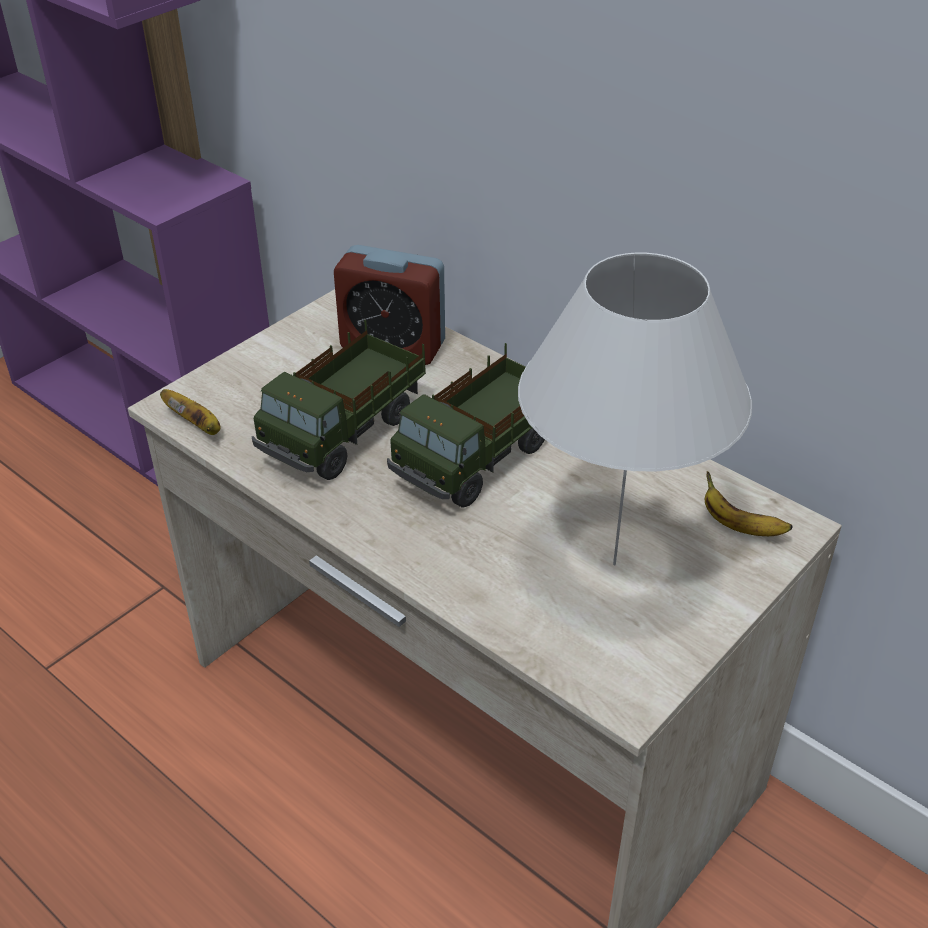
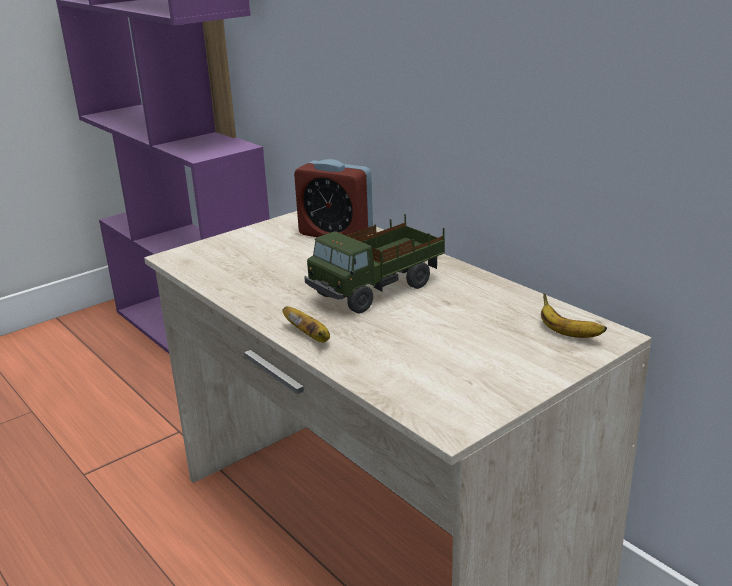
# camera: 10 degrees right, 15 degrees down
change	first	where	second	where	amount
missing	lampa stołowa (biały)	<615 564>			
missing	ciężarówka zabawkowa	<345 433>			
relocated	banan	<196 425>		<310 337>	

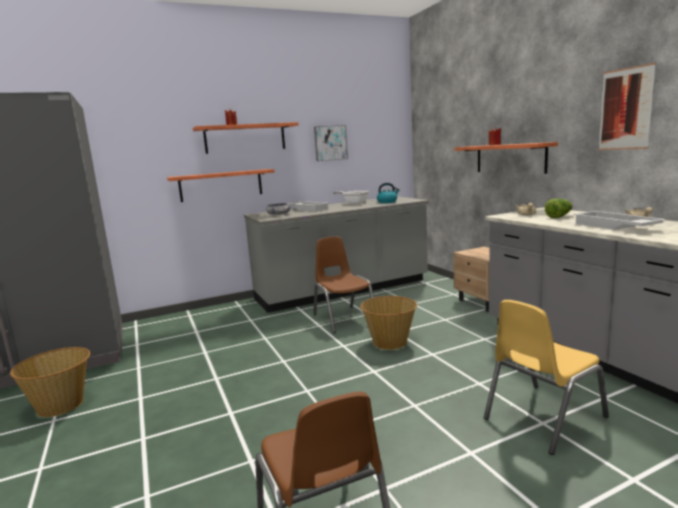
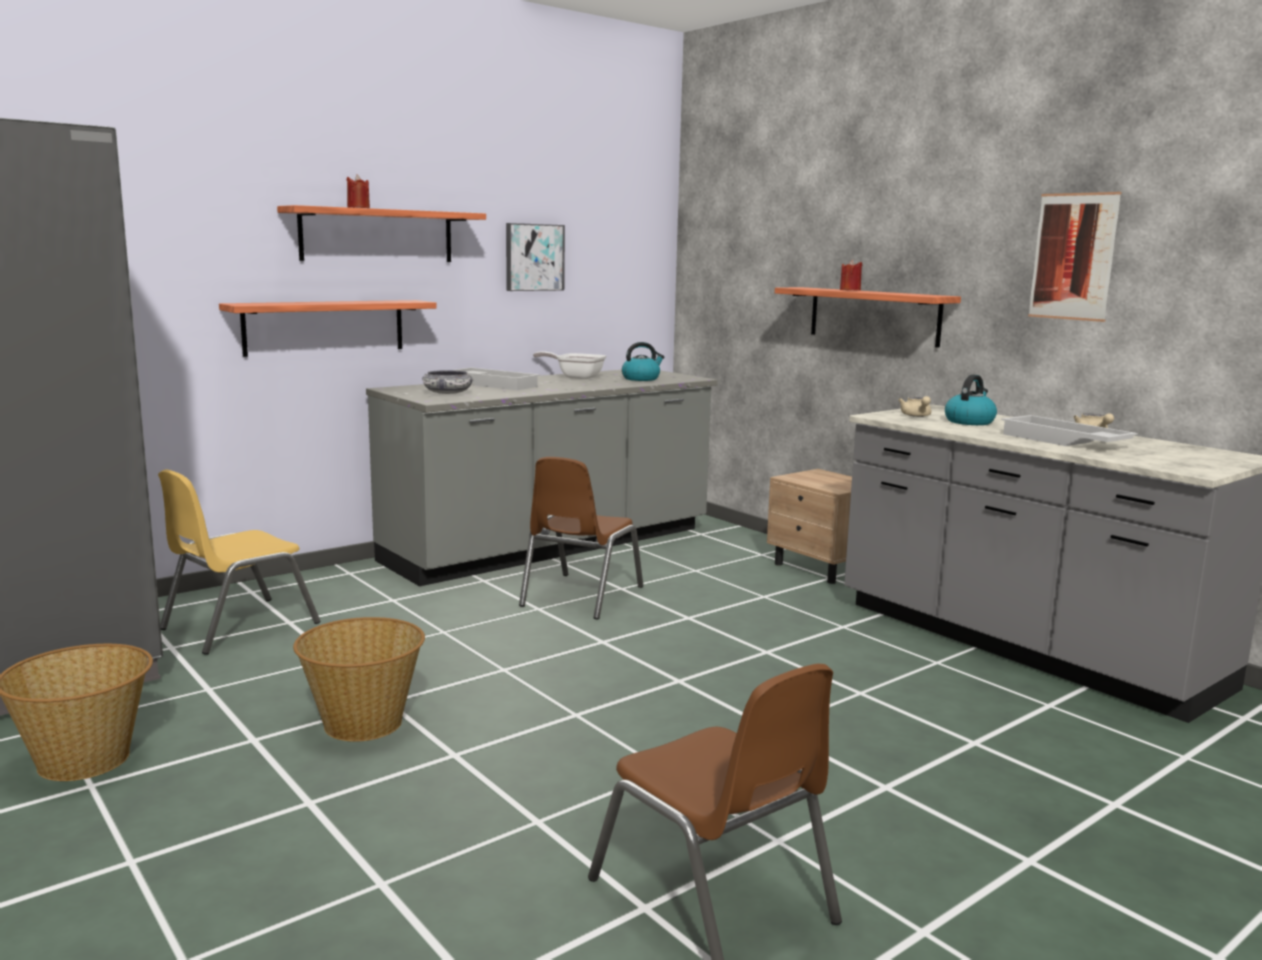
# camera: 15 degrees left, 0 degrees up
change	first	where	second	where	amount
exchanged	sałata	<558 216>	czajnik	<969 421>	
spun	krzesło (brązowy)	<344 319>		<580 596>	120 degrees counterclockwise
relocated	koszyk	<390 342>		<363 722>	
relocated	krzesło (żółty)	<543 417>		<239 626>	

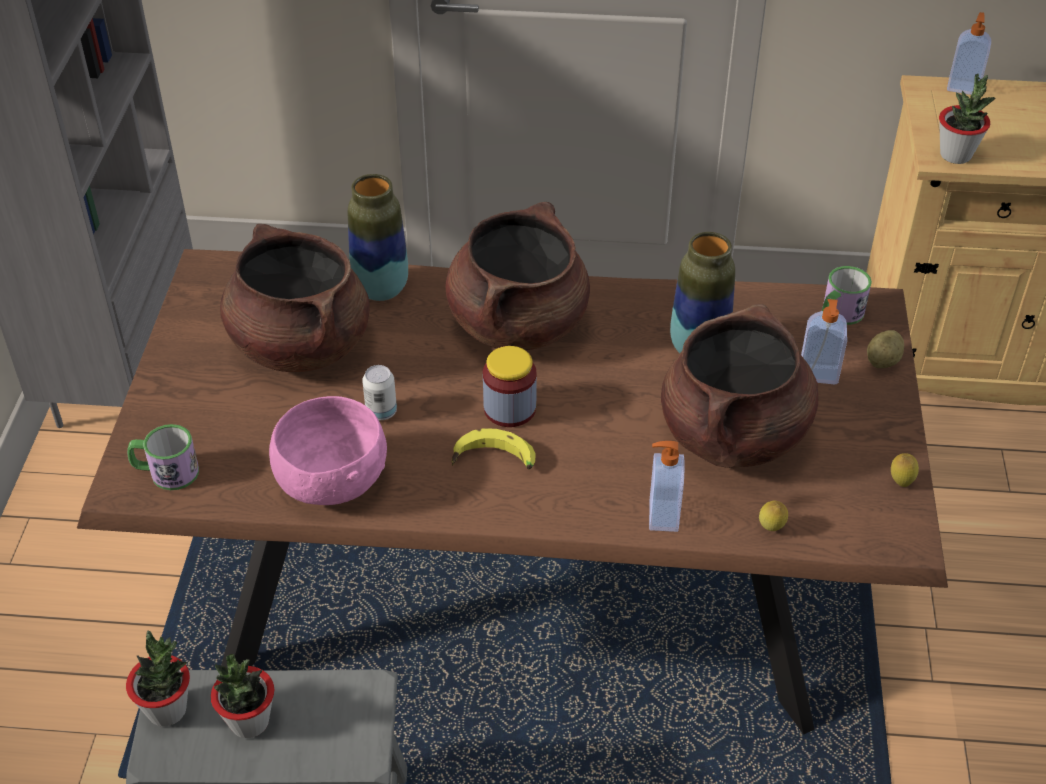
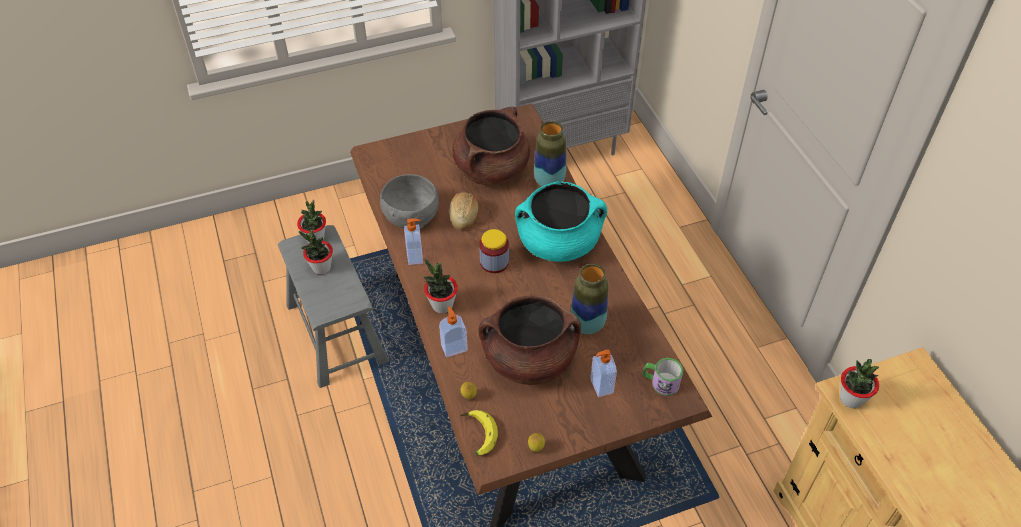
# camera: 65 degrees right, 5 degrees up
change	first	where	second	where	amount
relocated	dozownik mydła	<963 87>		<416 256>	
colour	garnek (brązowy)	<518 323>	garnek (turkusowy)	<558 243>	
missing	ziemniak	<882 361>			
exchanged	puszka	<381 412>	chleb	<464 216>	
colour	miska (różowy)	<331 481>	miska (szary)	<410 216>	
missing	kubek	<166 472>			
relocated	banan	<493 462>		<477 435>	
appeared			roślina doniczkowa	<442 305>	

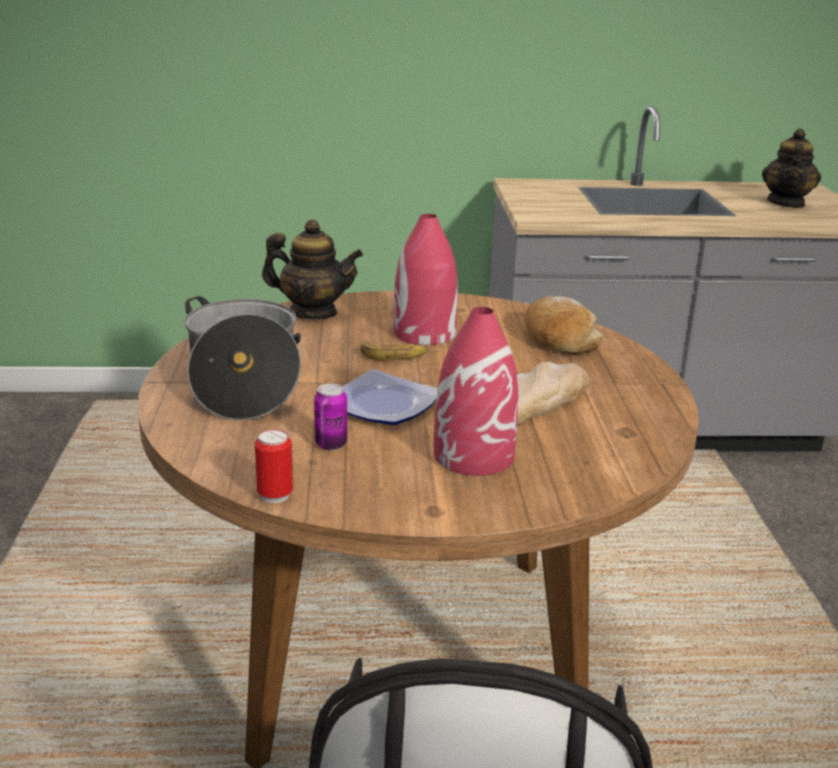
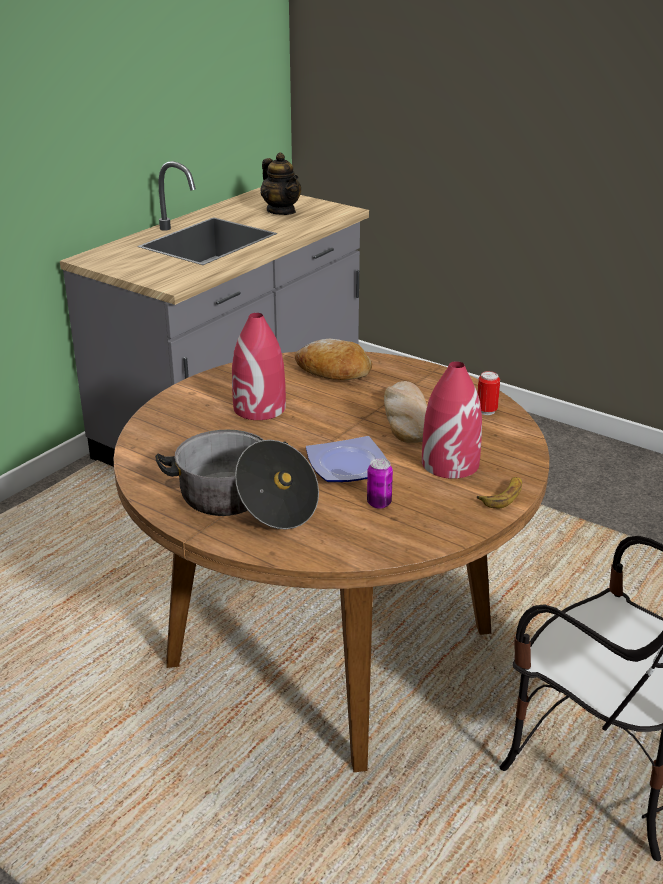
# camera: 50 degrees left, 5 degrees up
change	first	where	second	where	amount
missing	imbryk	<313 313>			
relocated	banan	<394 355>		<503 496>	
relocated	puszka	<275 495>		<486 411>	

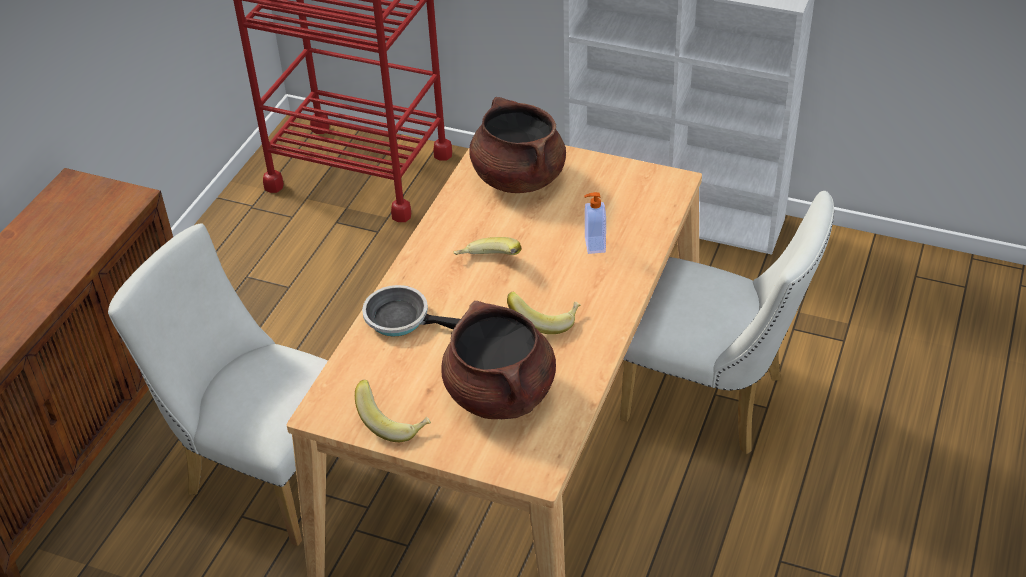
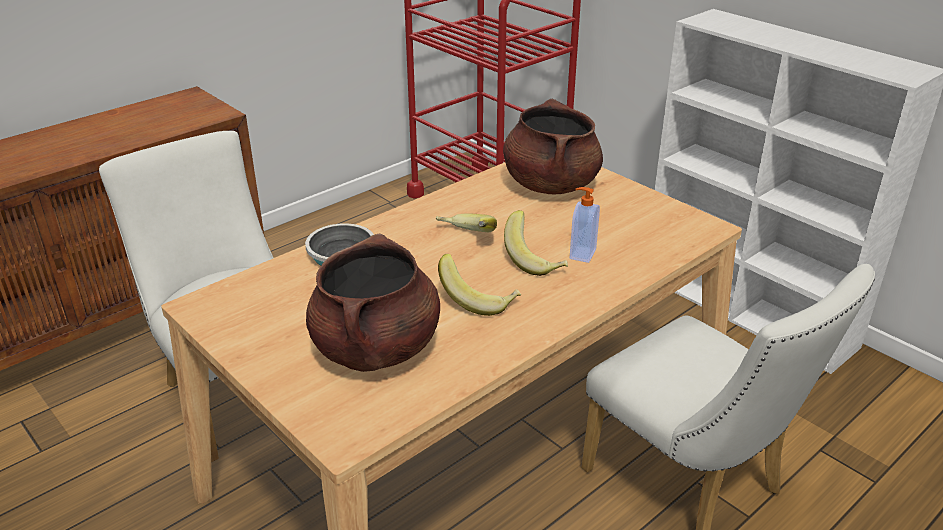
# camera: 25 degrees right, 10 degrees down
change	first	where	second	where	amount
relocated	banan	<394 422>		<535 260>	

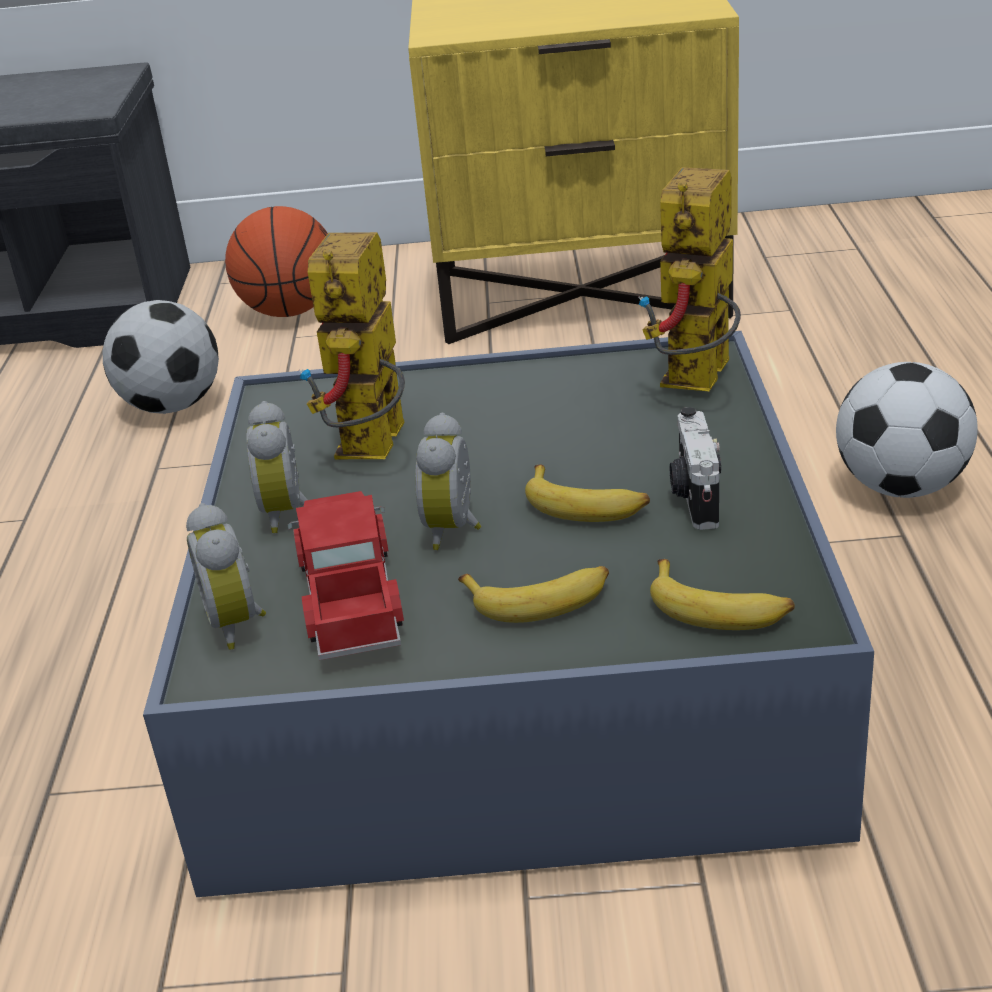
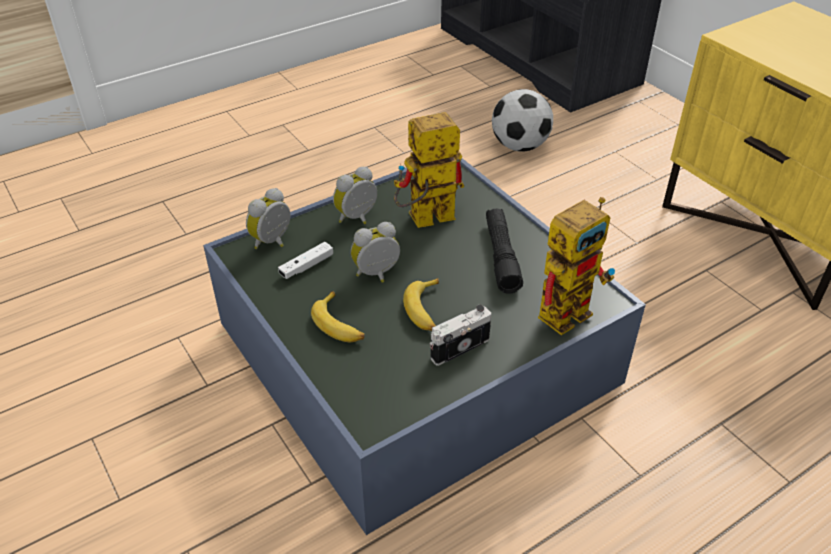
# camera: 55 degrees right, 10 degrees up
change	first	where	second	where	amount
spun	robot zabawkowy	<698 383>		<569 307>	150 degrees clockwise
missing	piłka do koszykówki	<289 311>			
missing	piłka futbolowa	<901 487>			
exchanged	ciężarówka zabawkowa	<350 599>	pad do gier (biały)	<306 266>	
missing	banan	<719 608>			
appeared			latarka (czarny)	<501 256>	

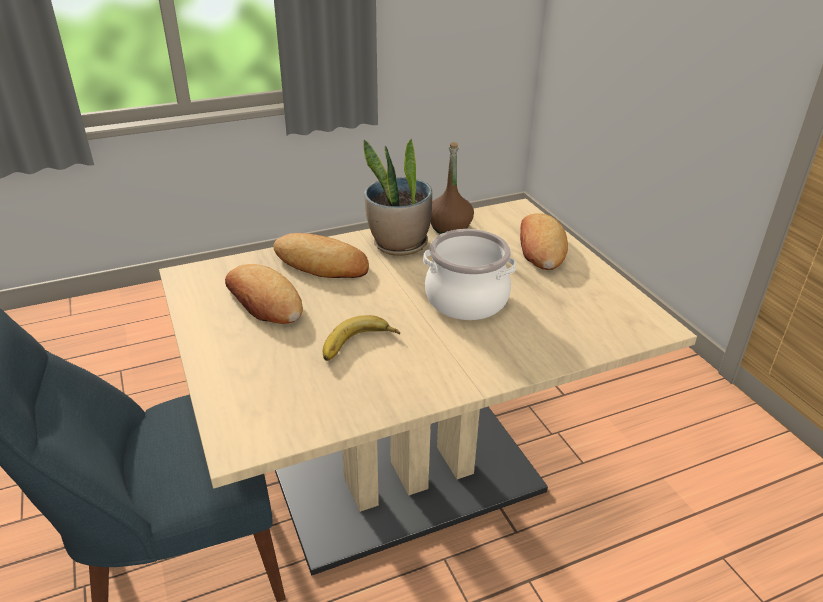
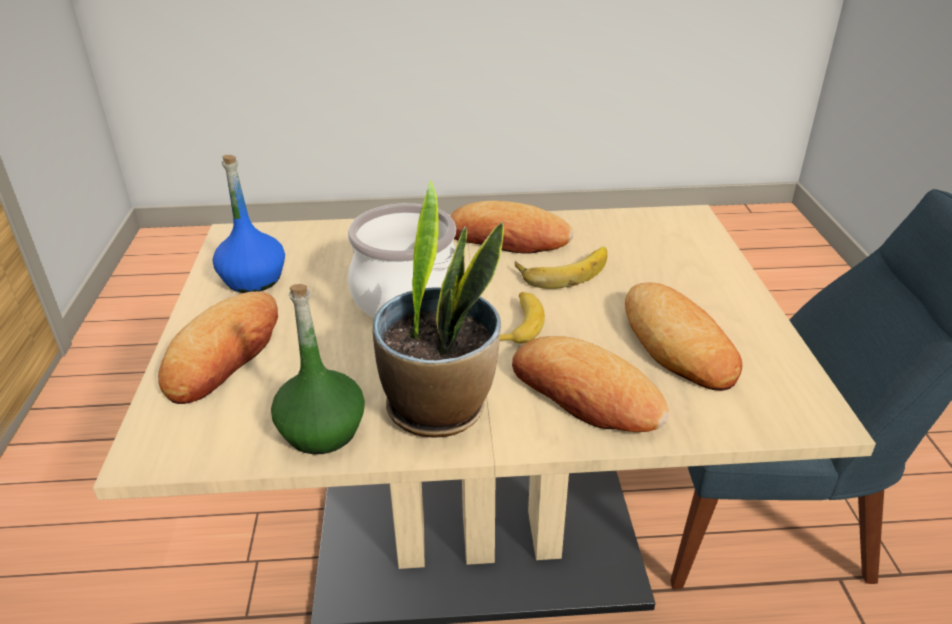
# camera: 160 degrees left, 0 degrees up
change	first	where	second	where	amount
colour	butelka (brązowy)	<450 227>	butelka (zielony)	<322 431>	
appeared			butelka (niebieski)	<254 279>	
appeared			chleb	<506 238>	
appeared			banan	<519 324>	

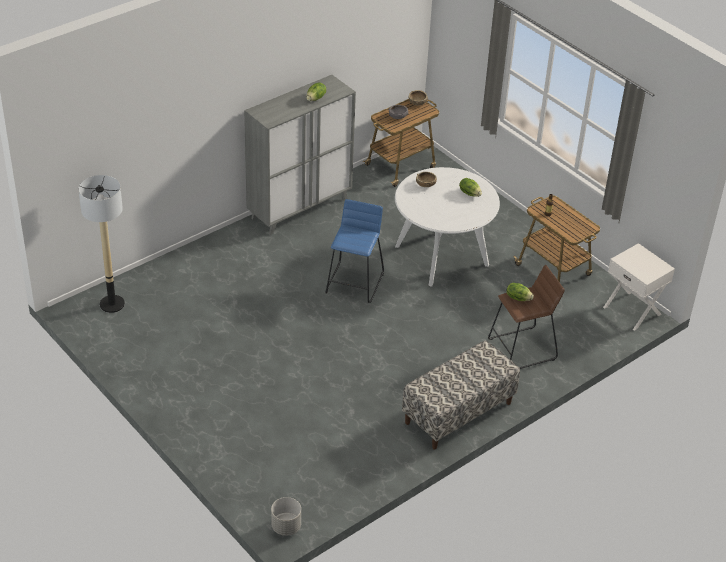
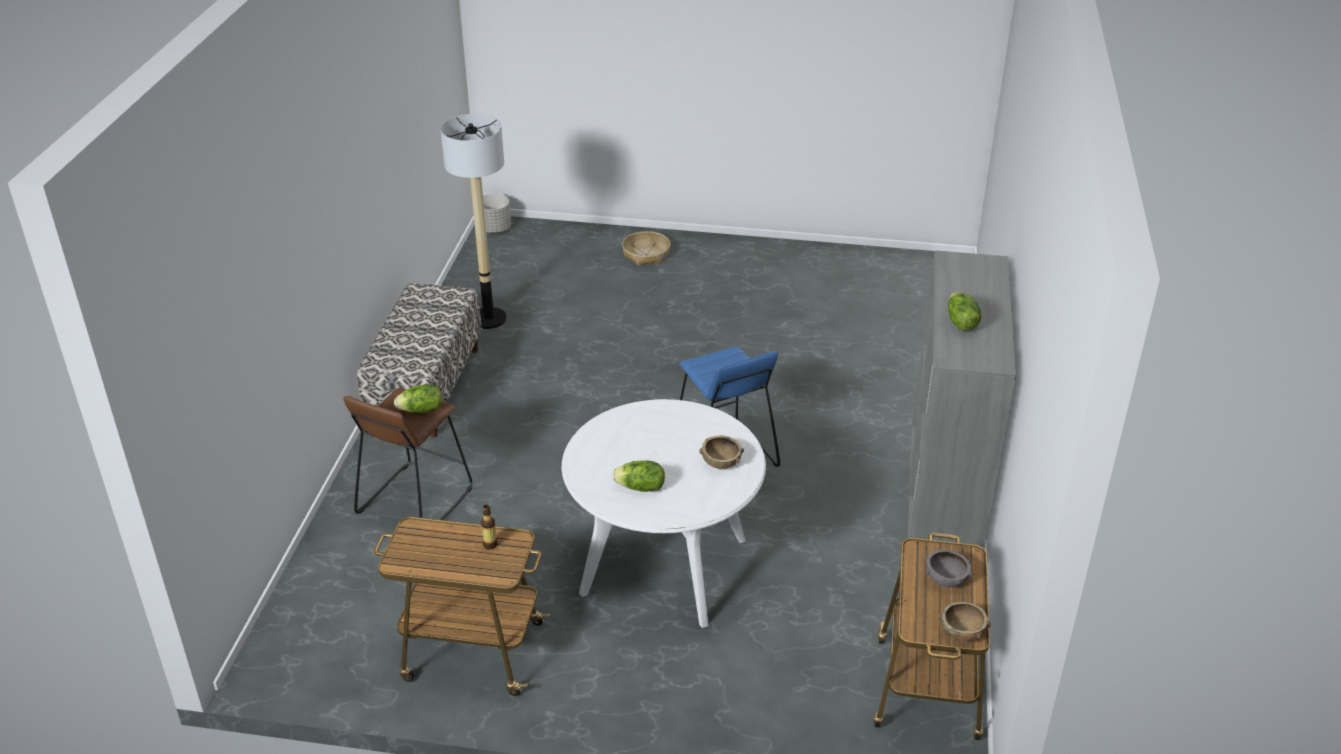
# camera: 140 degrees right, 5 degrees down
change	first	where	second	where	amount
relocated	lampa stojąca	<112 304>		<489 319>	
missing	szafka nocna (biały)	<632 310>			
appeared			koszyk	<646 255>	

